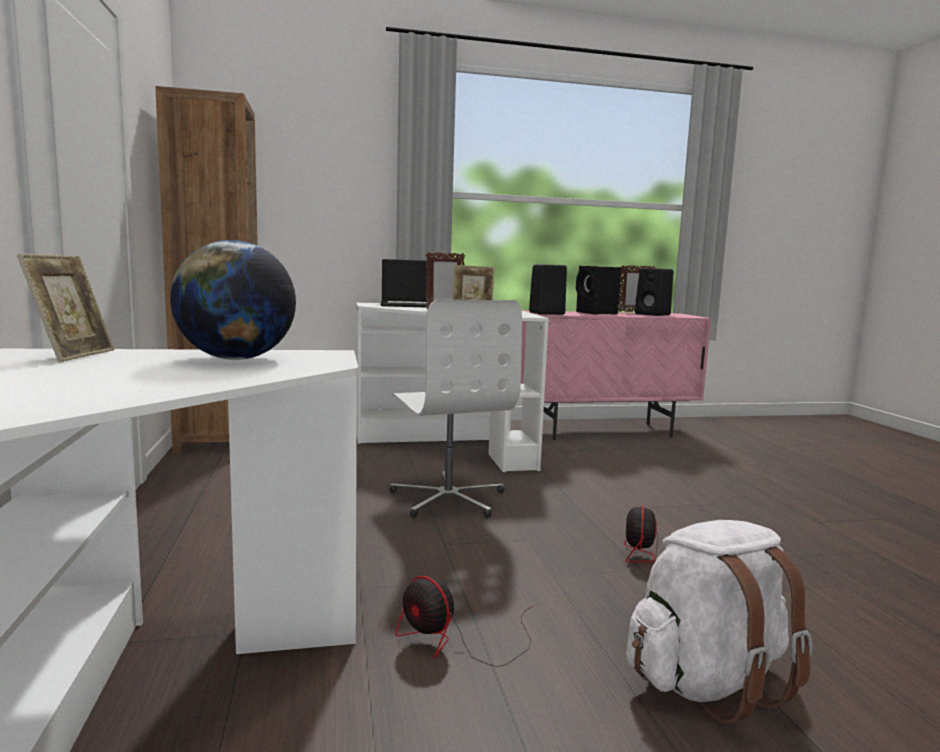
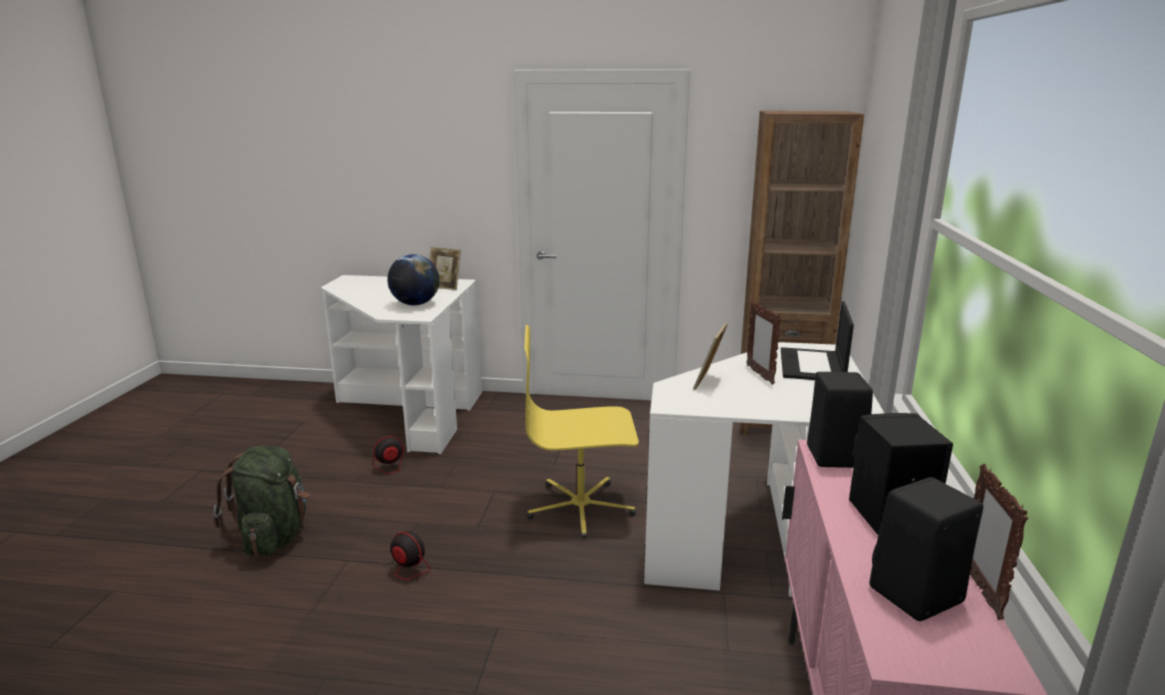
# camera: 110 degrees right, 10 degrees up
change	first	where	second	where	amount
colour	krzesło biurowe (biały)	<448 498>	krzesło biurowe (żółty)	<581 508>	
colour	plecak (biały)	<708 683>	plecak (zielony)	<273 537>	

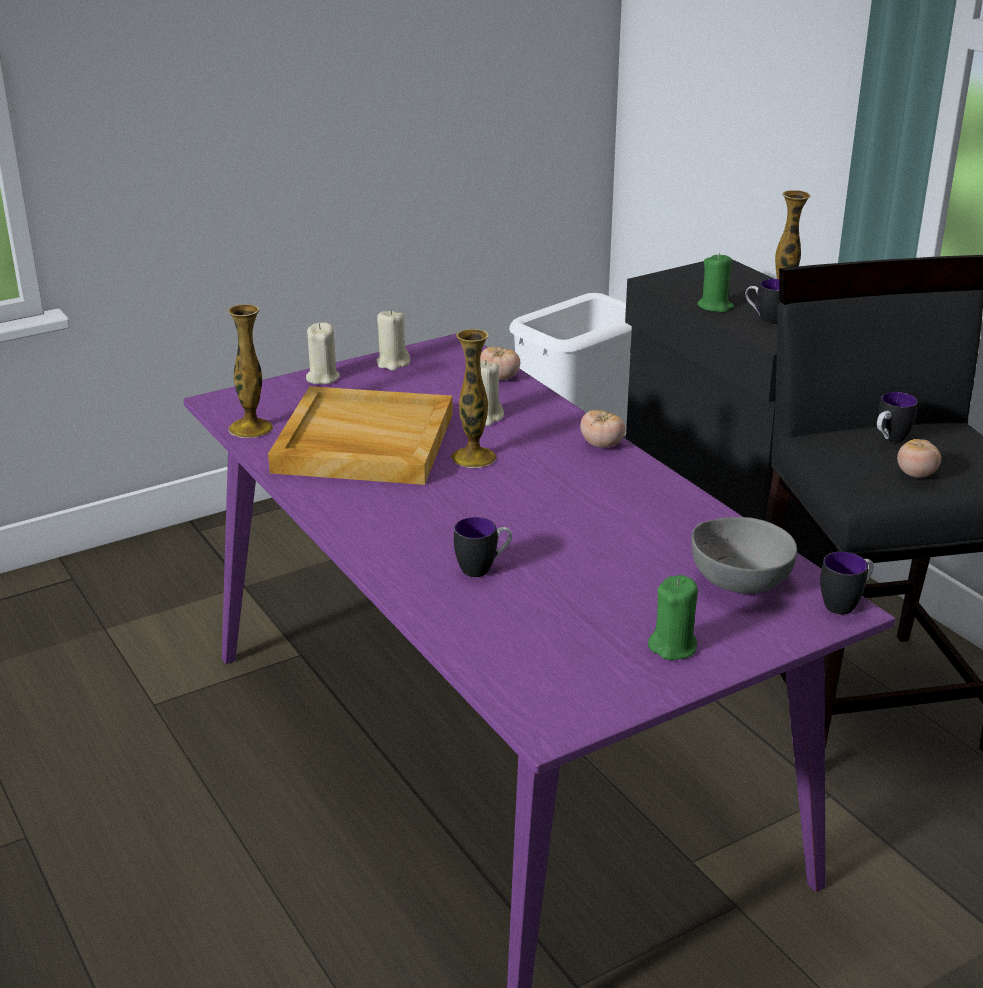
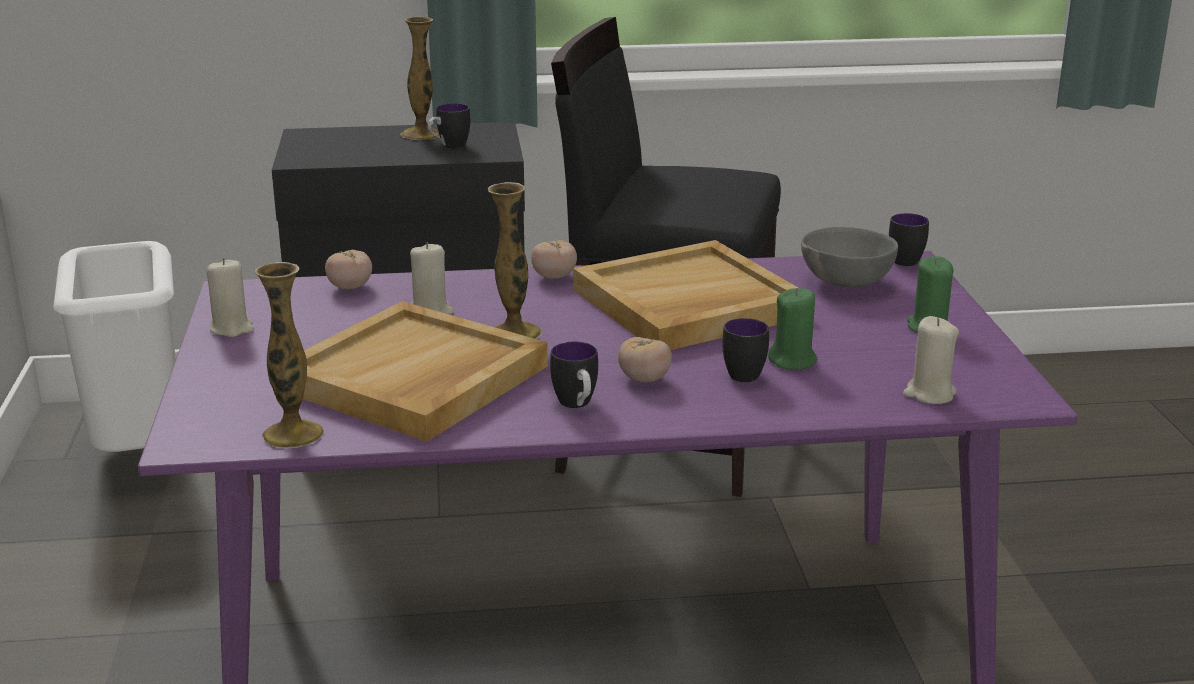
# camera: 65 degrees left, 5 degrees down
change	first	where	second	where	amount
relocated	świeca (zielony)	<715 306>		<793 361>	
relocated	świeca (beżowy)	<322 377>		<929 394>	
relocated	kubek	<889 440>		<577 406>	
relocated	pomidor	<916 474>		<644 379>	
appeared			taca (beżowy)	<688 304>	

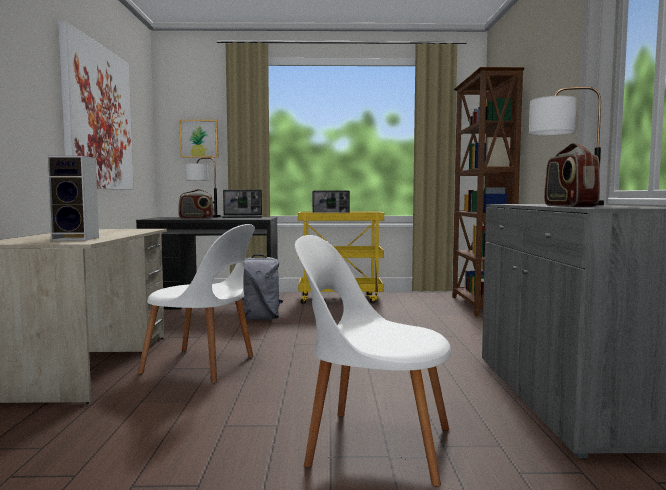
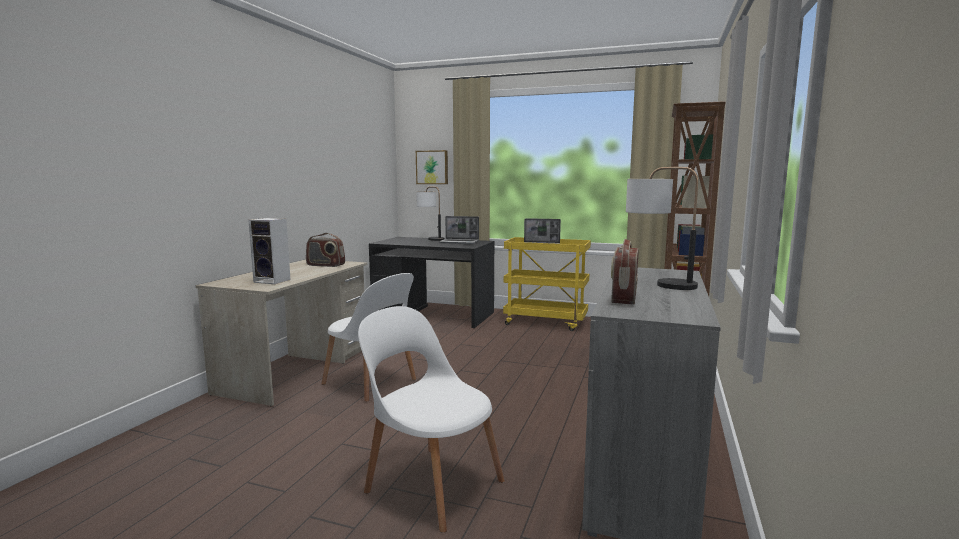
# camera: 20 degrees right, 5 degrees up
change	first	where	second	where	amount
missing	obraz	<97 118>			
relocated	radio	<196 218>		<325 265>	
missing	plecak (szary)	<260 319>			

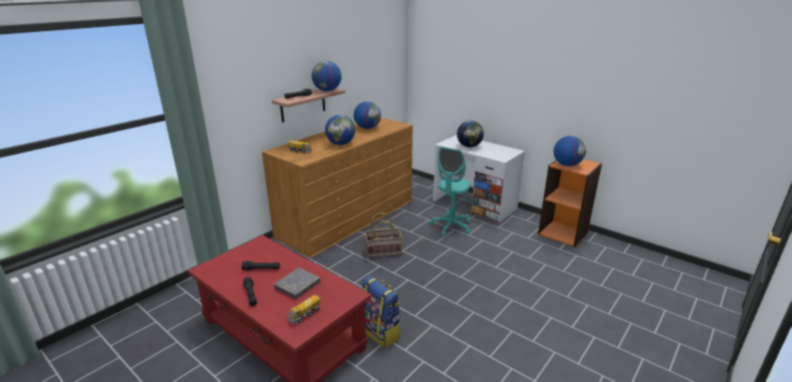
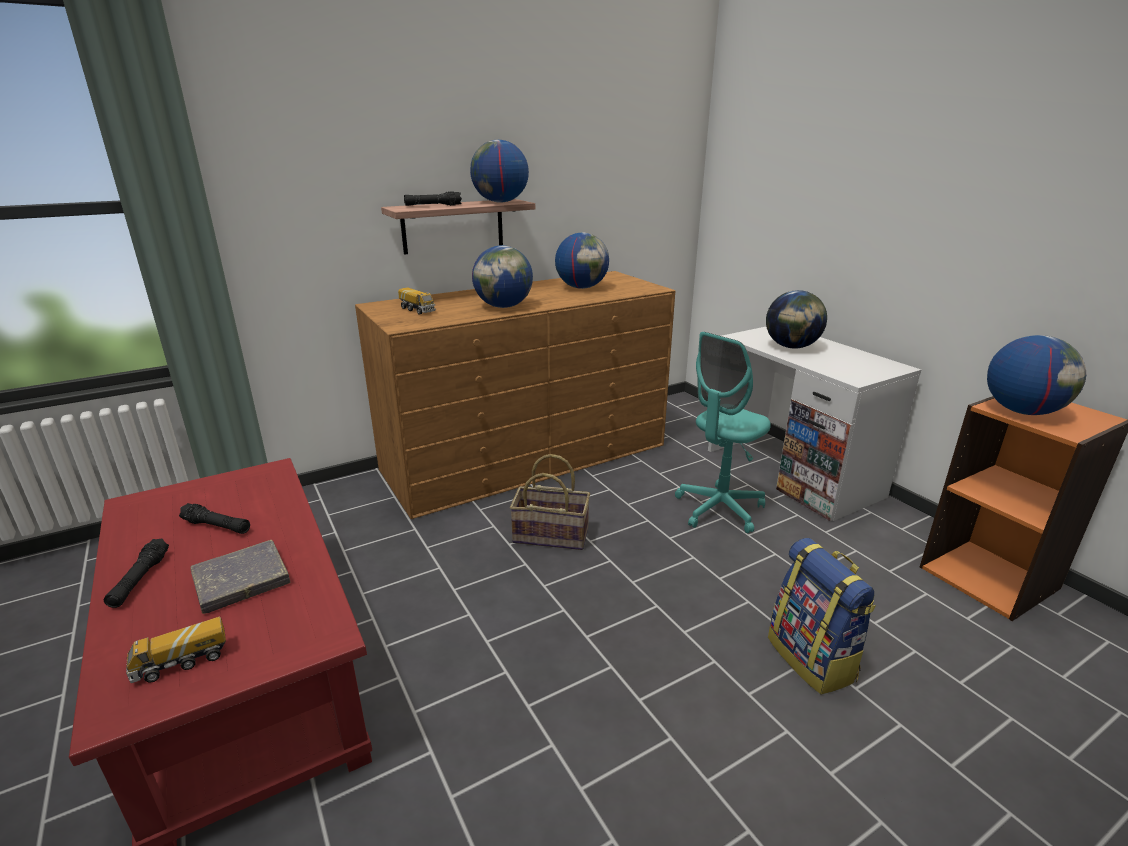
# camera: 20 degrees right, 0 degrees up
change	first	where	second	where	amount
relocated	plecak	<381 332>		<812 659>	

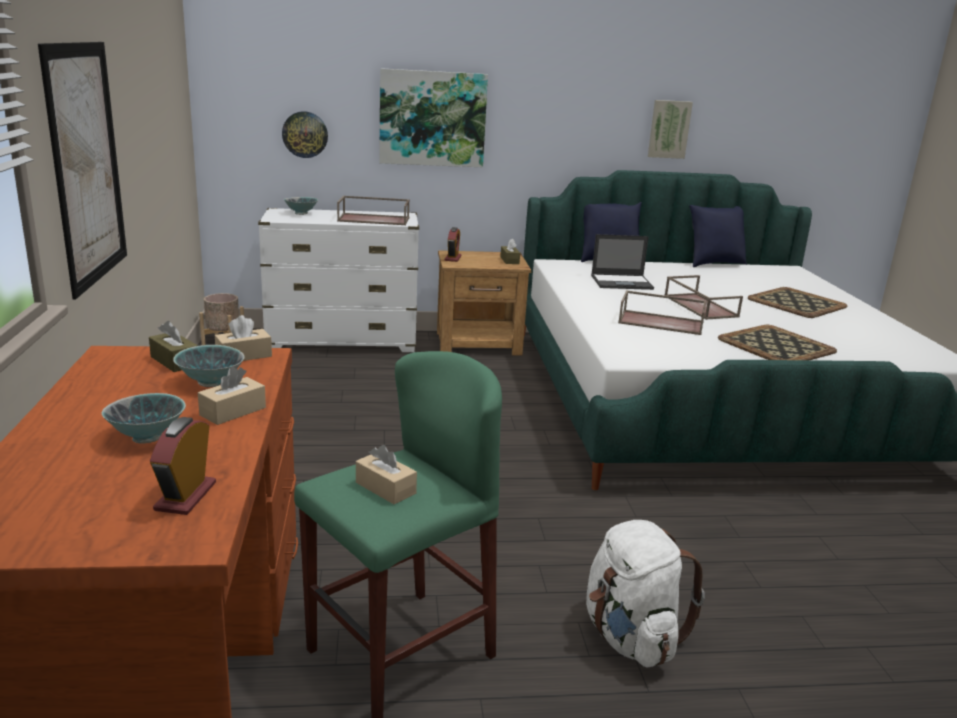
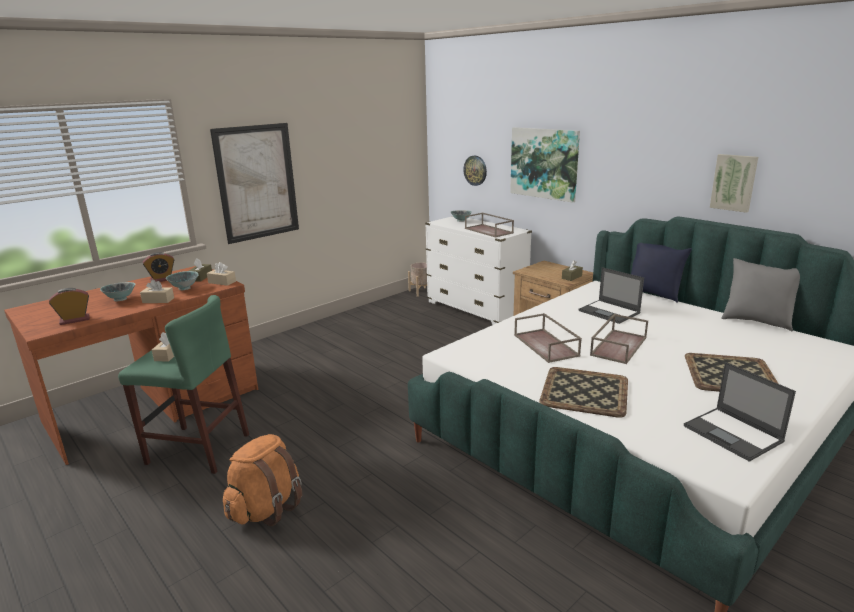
# camera: 55 degrees right, 0 degrees up
change	first	where	second	where	amount
colour	poduszka (niebieski)	<713 263>	poduszka (szary)	<756 322>	
relocated	budzik	<453 258>		<162 279>	
colour	plecak (biały)	<630 637>	plecak (pomarańczowy)	<266 508>	
appeared			laptop	<734 434>	

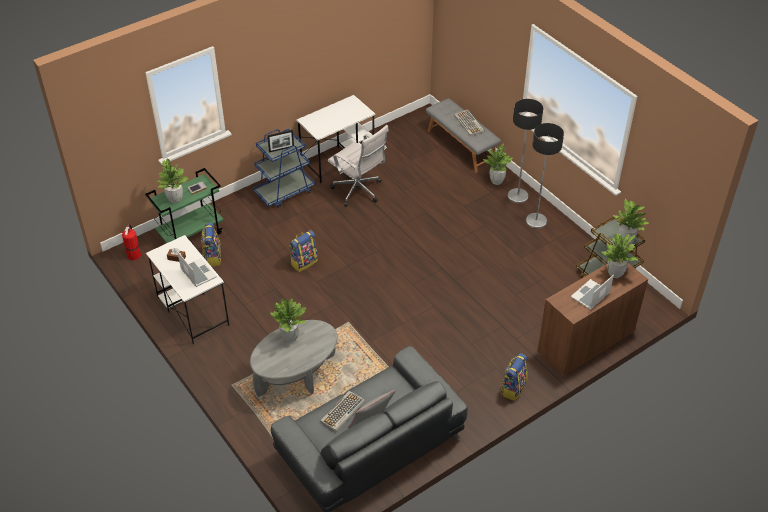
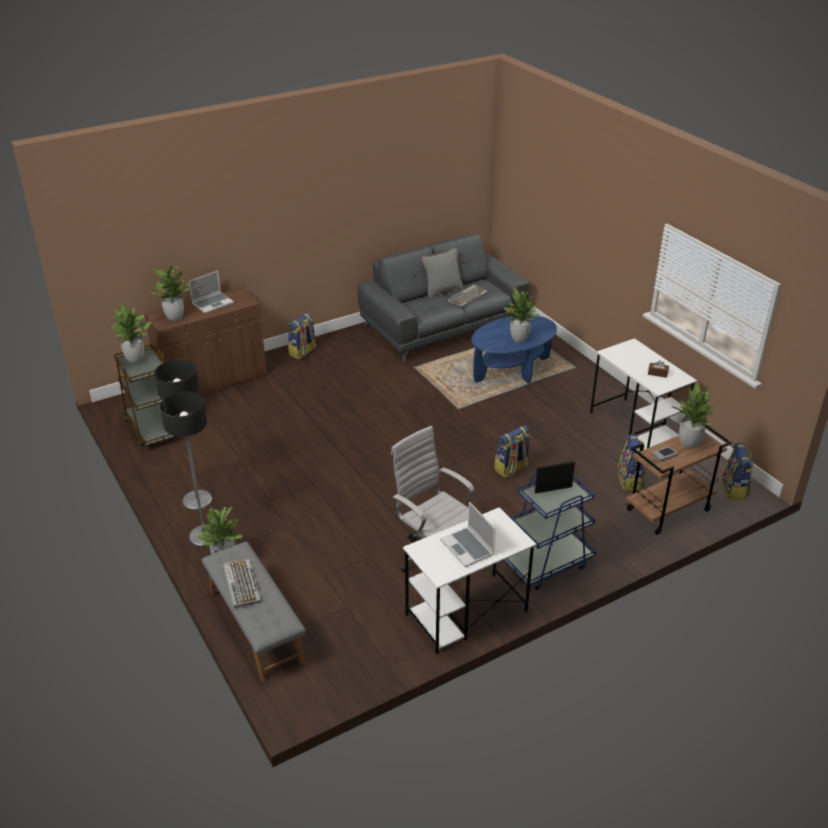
# camera: 175 degrees left, 10 degrees down
change	first	where	second	where	amount
colour	wózek (zielony)	<191 234>	wózek (brązowy)	<668 511>	
exchanged	gaśnica	<134 255>	plecak	<734 489>	
relocated	laptop	<197 273>		<468 548>	
colour	ława (szary)	<296 376>	ława (niebieski)	<512 370>	

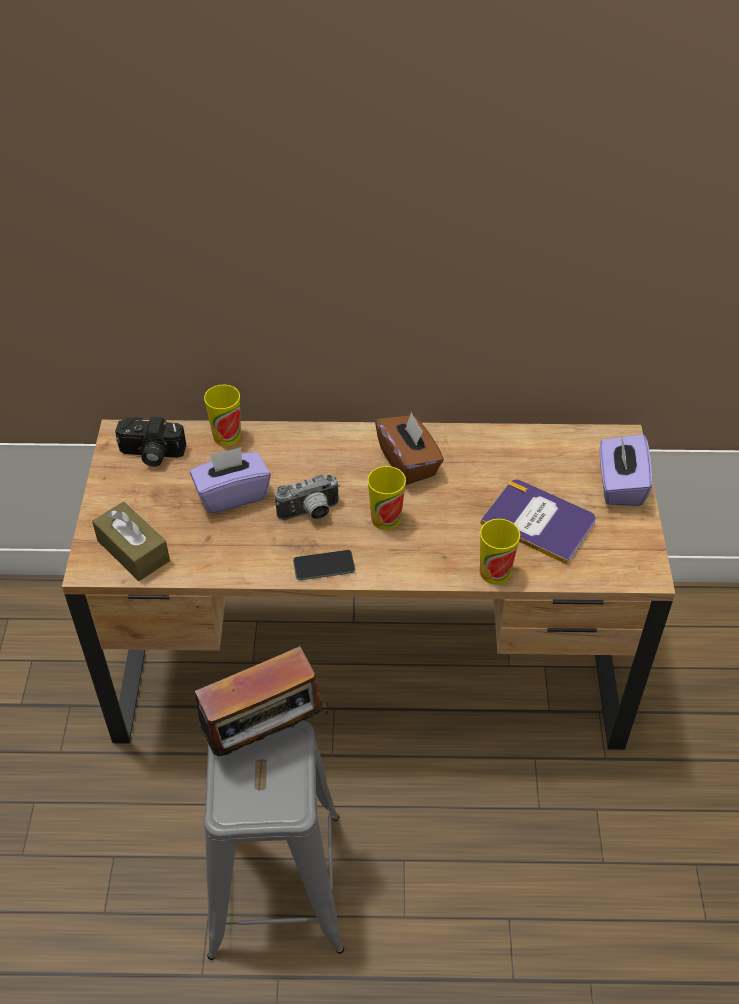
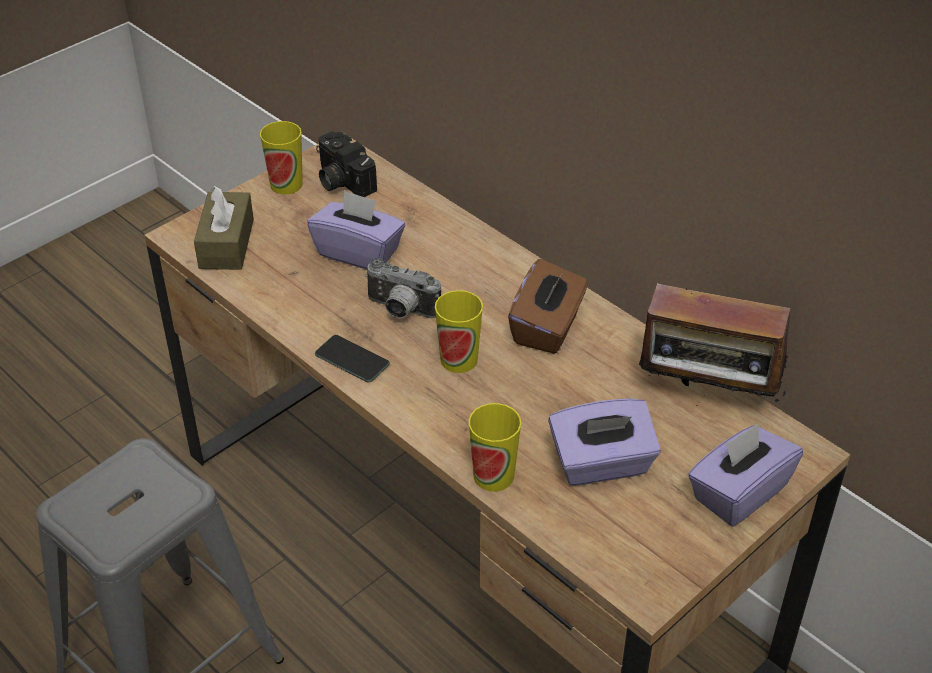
# camera: 45 degrees right, 5 degrees down
change	first	where	second	where	amount
relocated	filiżanka	<227 436>		<286 184>	
exchanged	książka	<539 521>	pudełko chusteczek (fioletowy)	<601 464>	
relocated	radio	<265 736>		<706 396>	

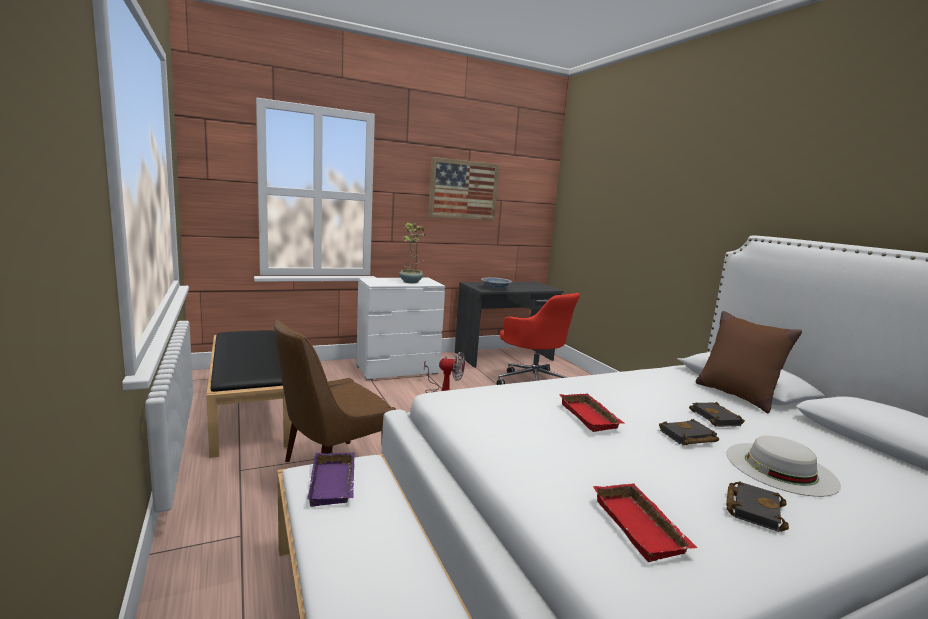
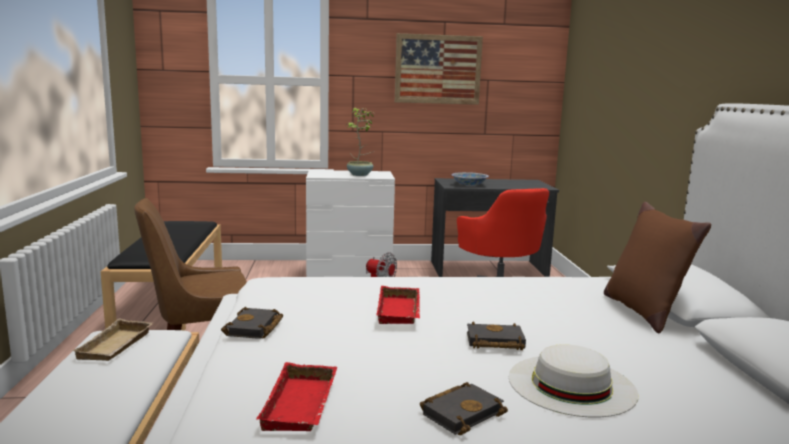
# camera: 20 degrees right, 0 degrees up
change	first	where	second	where	amount
relocated	książka (czarny)	<717 418>		<255 329>	
colour	taca (fioletowy)	<335 484>	taca (beżowy)	<117 346>	

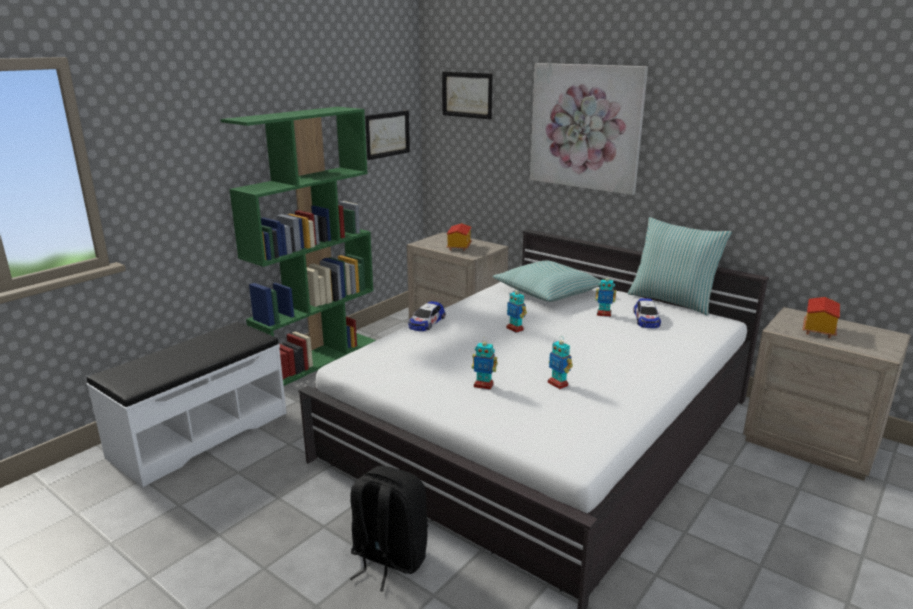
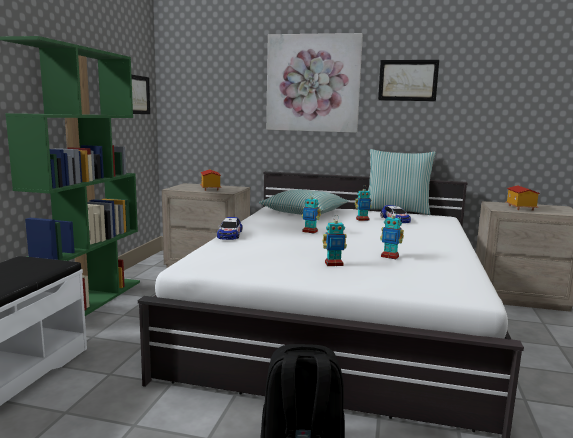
# camera: 25 degrees left, 10 degrees down
change	first	where	second	where	amount
relocated	obraz	<467 95>		<408 80>	

